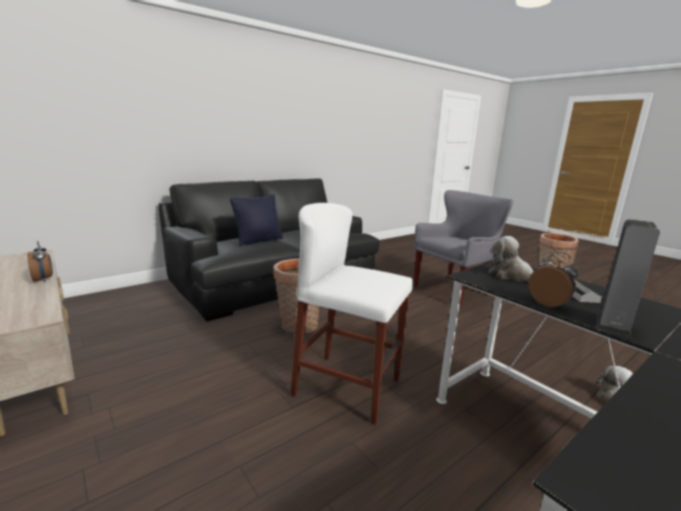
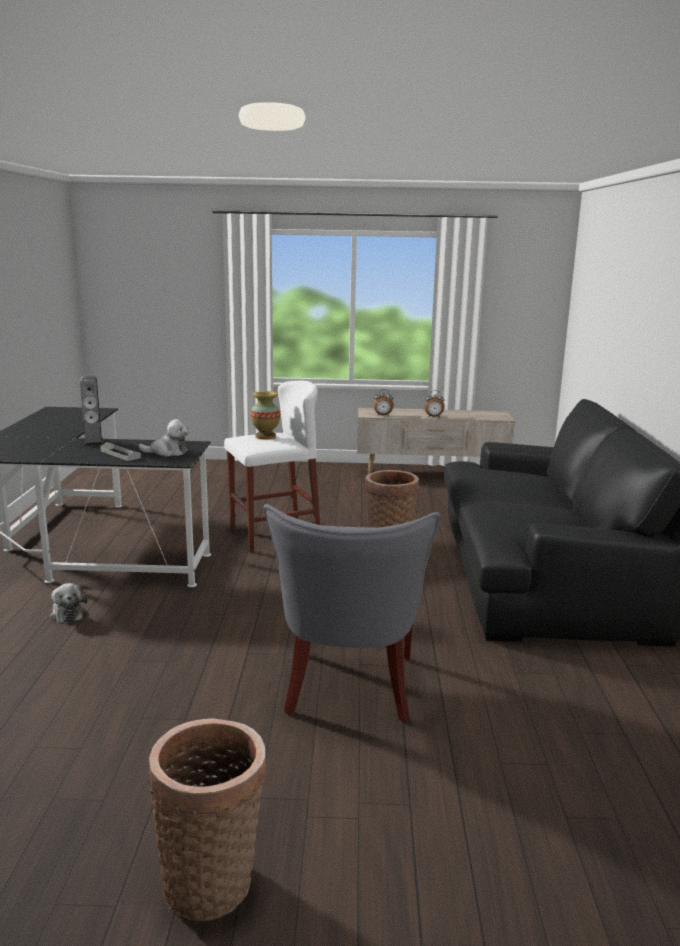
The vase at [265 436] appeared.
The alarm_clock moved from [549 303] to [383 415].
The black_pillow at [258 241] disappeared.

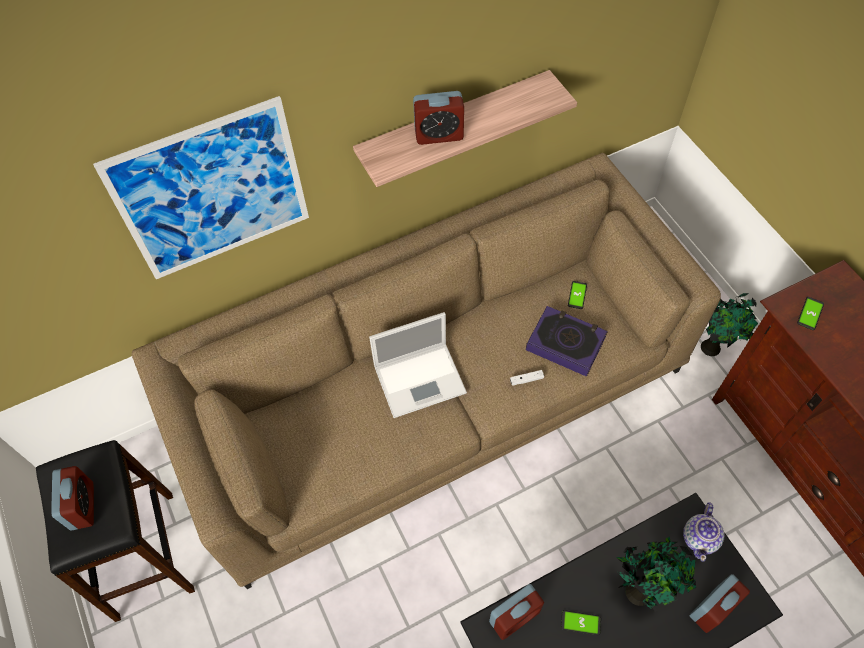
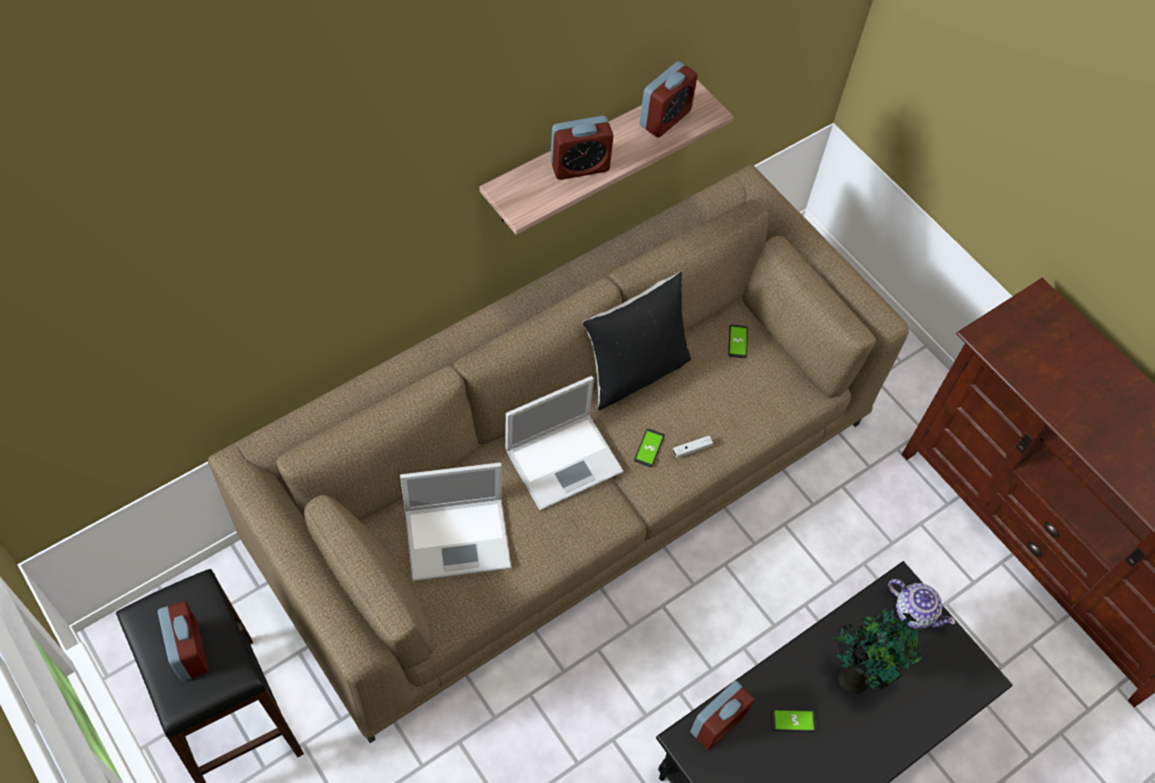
The laptop at [459 538] appeared.
The black_pillow at [634 371] appeared.
The phone moved from [810 313] to [649 448].
The alarm_clock moved from [712 609] to [665 118].
The teapot at [700 538] turned 60 degrees counterclockwise.
The picture at [212 192] disappeared.
The book at [565 343] disappeared.
The potted_plant at [712 347] disappeared.

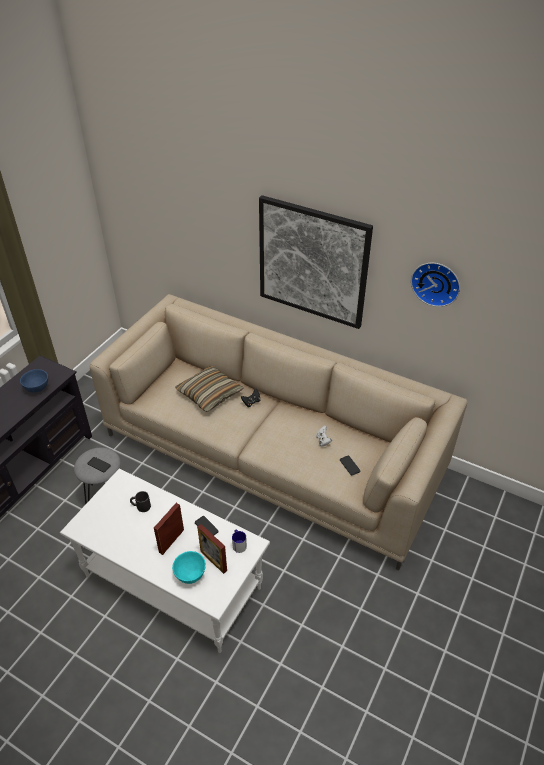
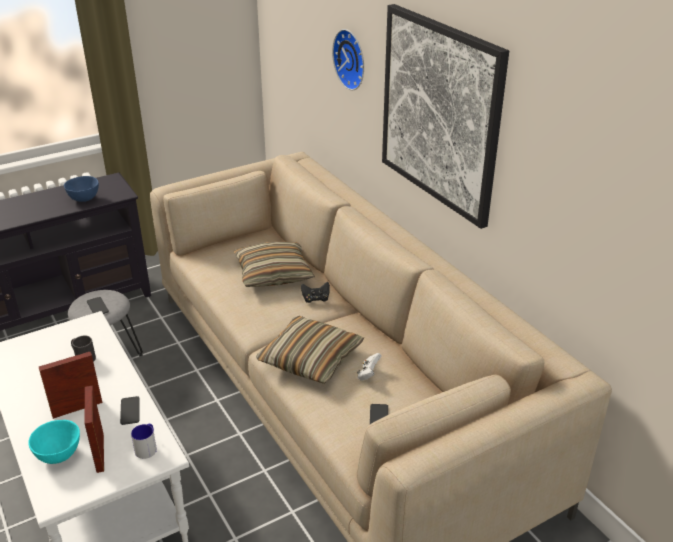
The pillow at [310 359] appeared.
The wall_clock moved from [436 282] to [352 59].

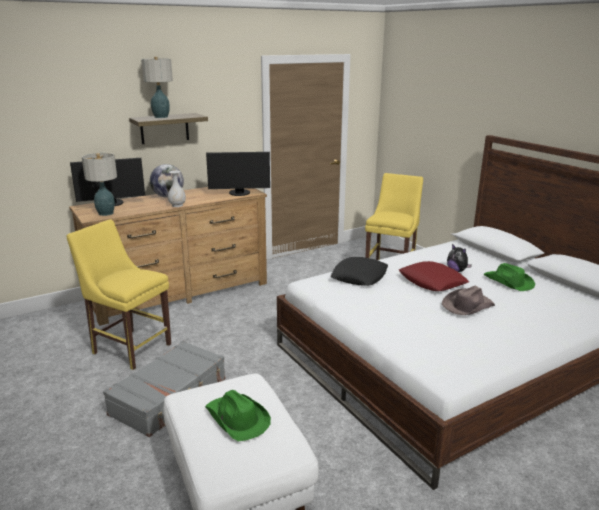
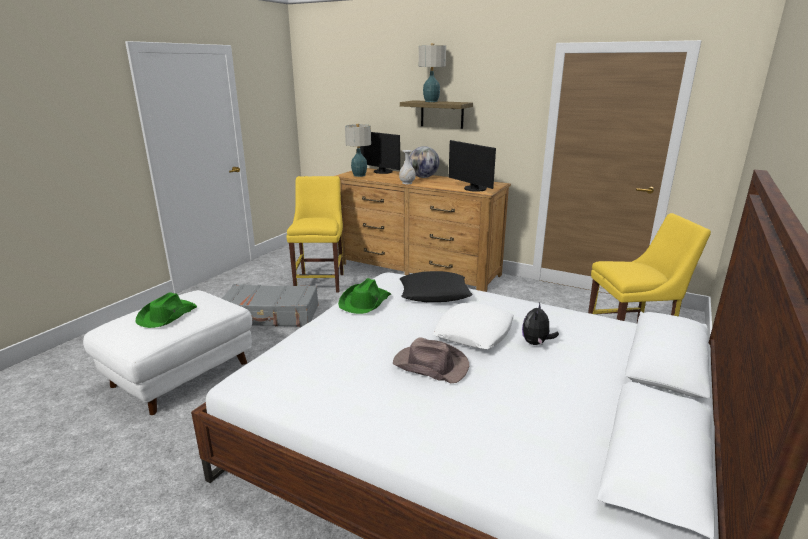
The green_hat moved from [508 282] to [365 302].
The red_pillow at [432 282] became the white_pillow at [474 332].

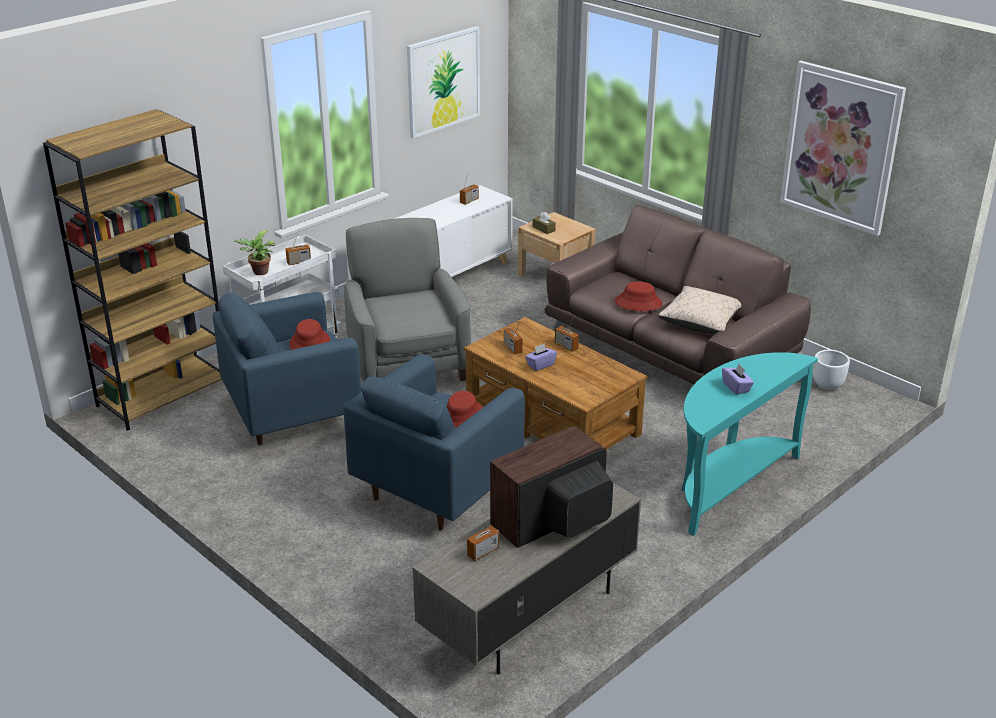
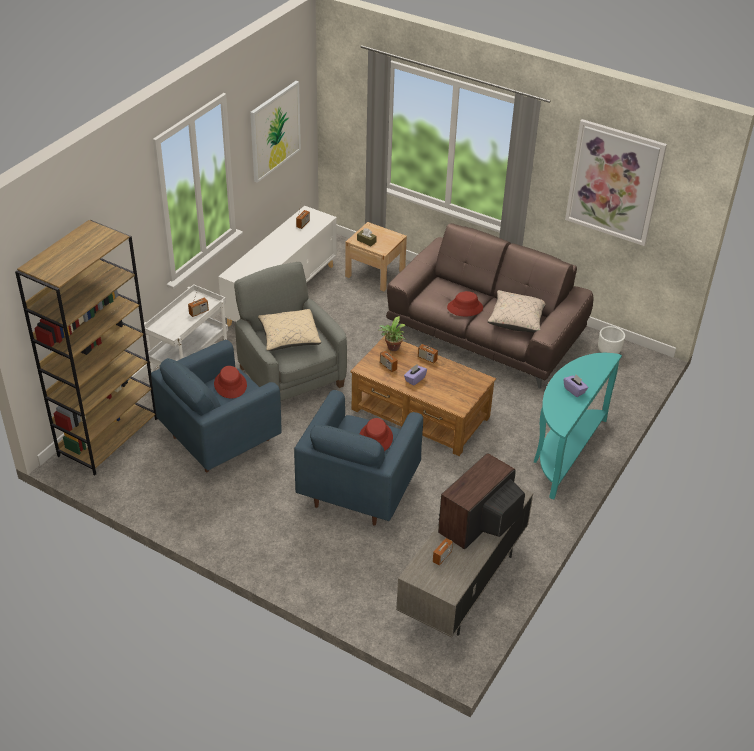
The beige_pillow at [289 338] appeared.
The potted_plant moved from [259 272] to [392 348].

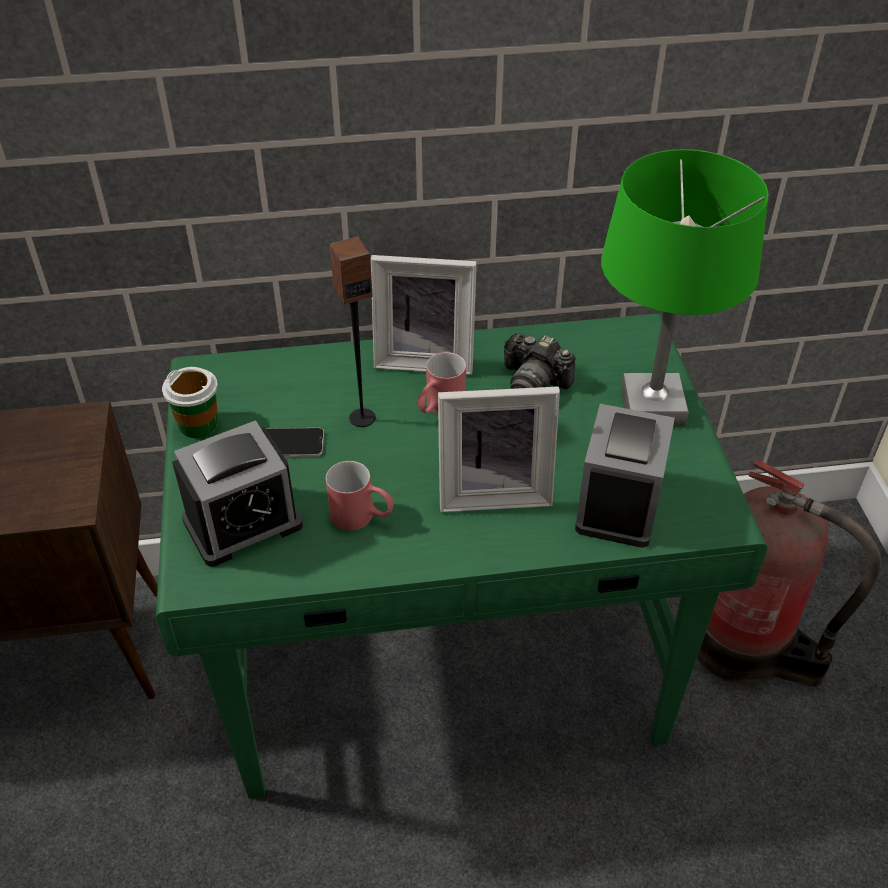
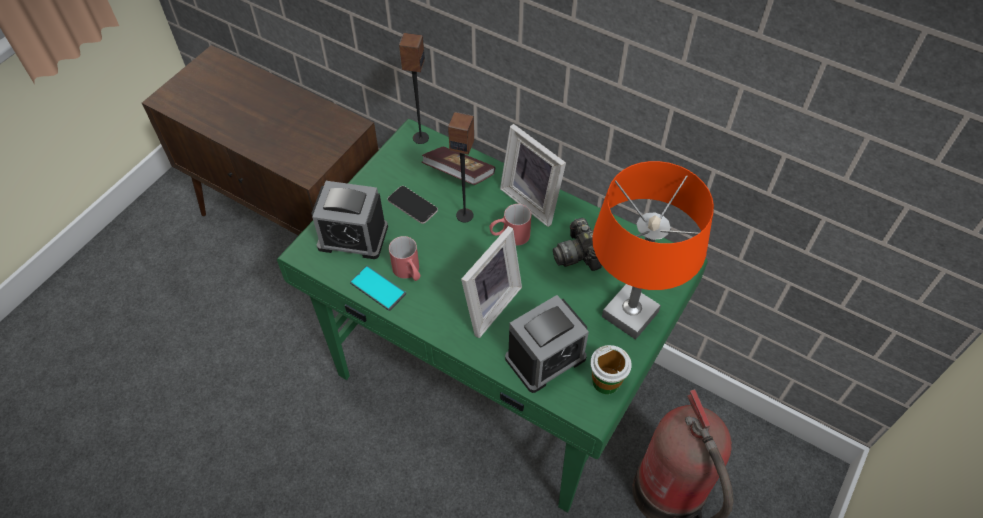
The phone at [378 288] appeared.
The speaker at [420 138] appeared.
The book at [459 174] appeared.
The picture_frame at [493 491] turned 90 degrees counterclockwise.
The cup moved from [198 425] to [606 381].
The green_table_lamp at [652 407] became the orange_table_lamp at [629 315].

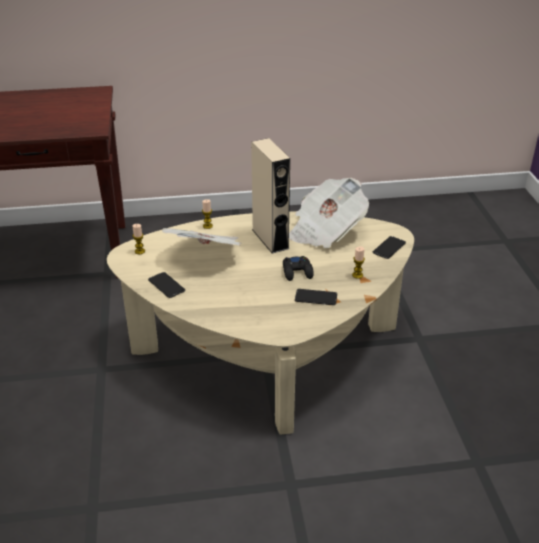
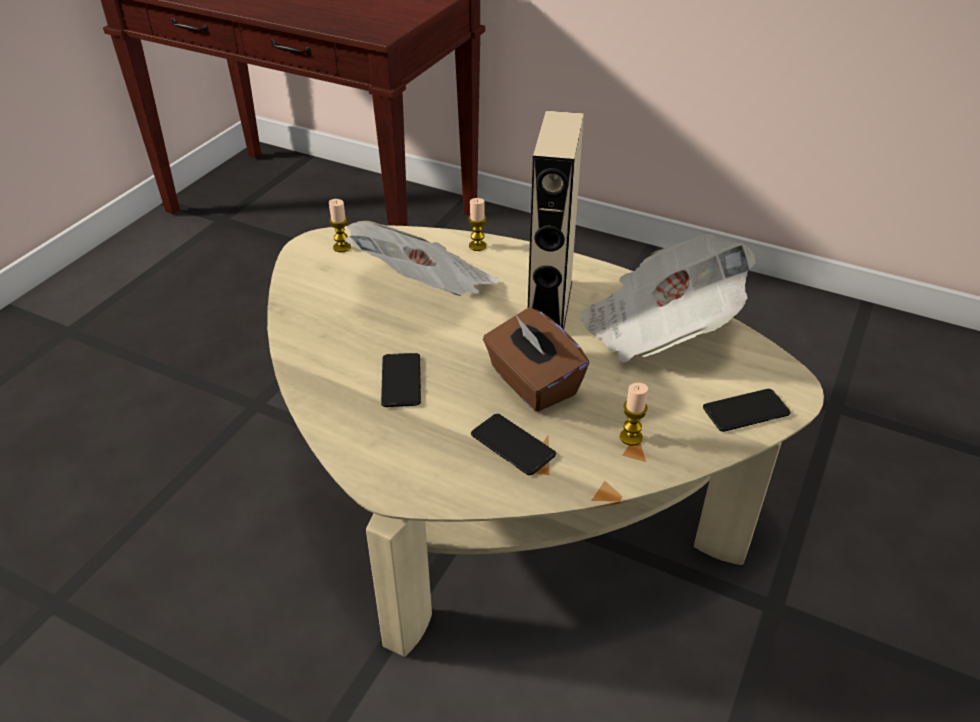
The phone moved from [166 285] to [401 381].
The black_game_controller at [297 272] was replaced by the brown_tissue_box at [532 383].

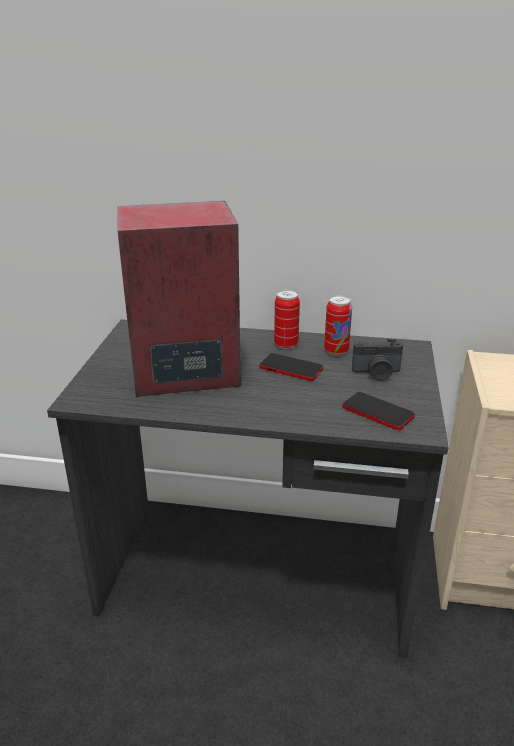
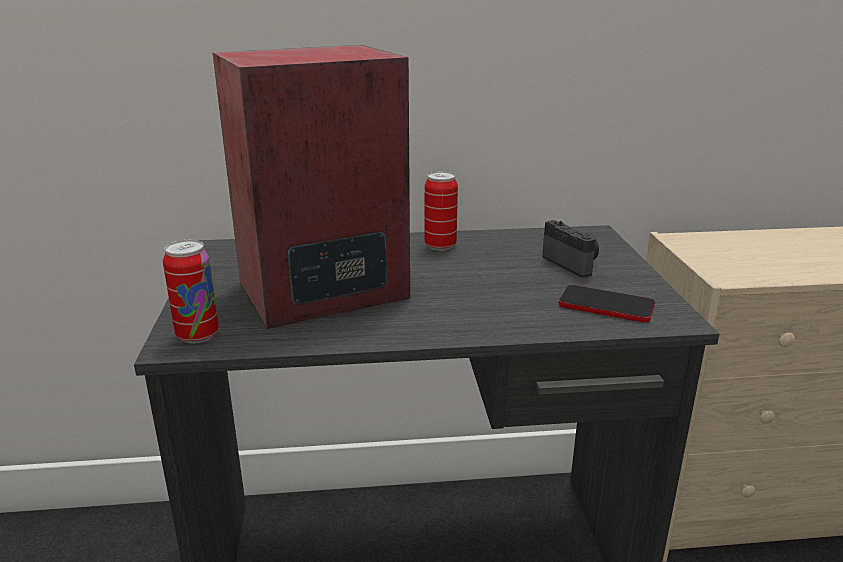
The can moved from [336 351] to [197 335].
The photo_camera at [377 373] turned 105 degrees counterclockwise.
The phone at [291 368] disappeared.

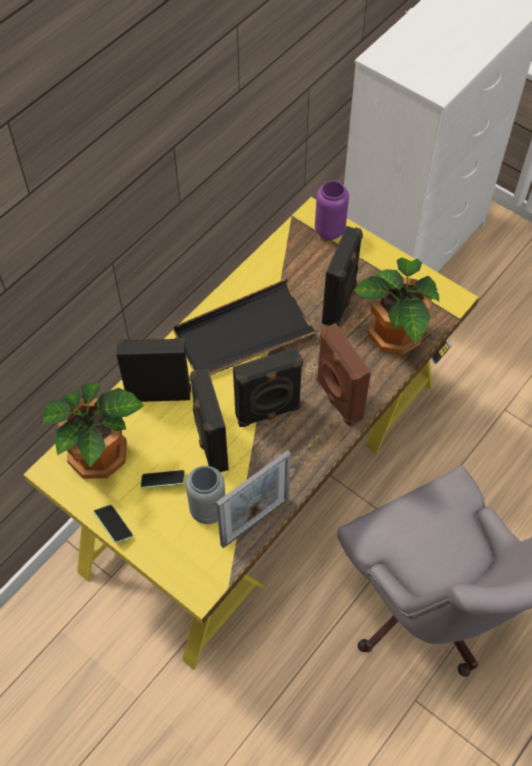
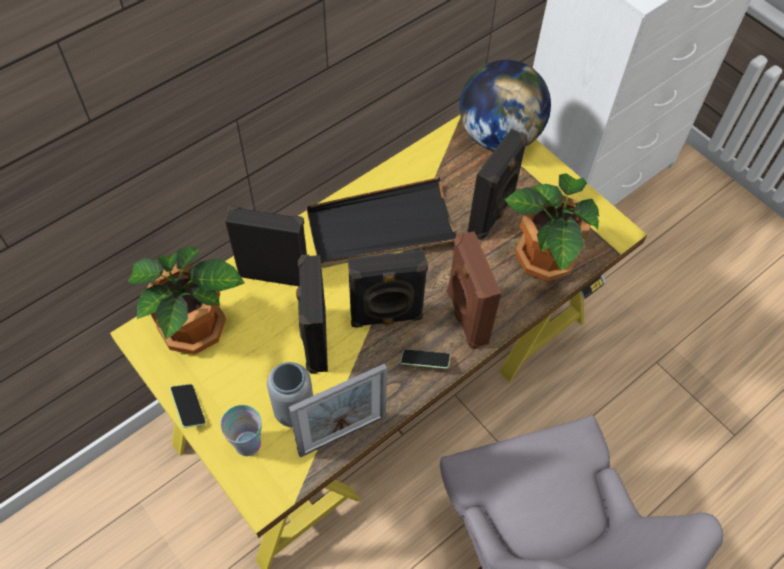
The cup at [247 443] appeared.
The phone moved from [163 482] to [425 362].
The purple_vase at [329 231] was replaced by the globe at [499 136].

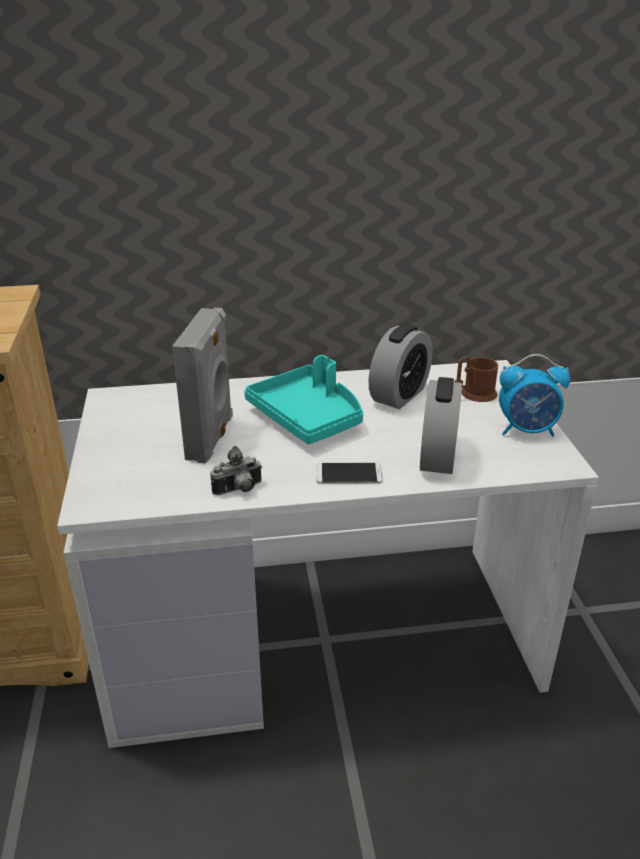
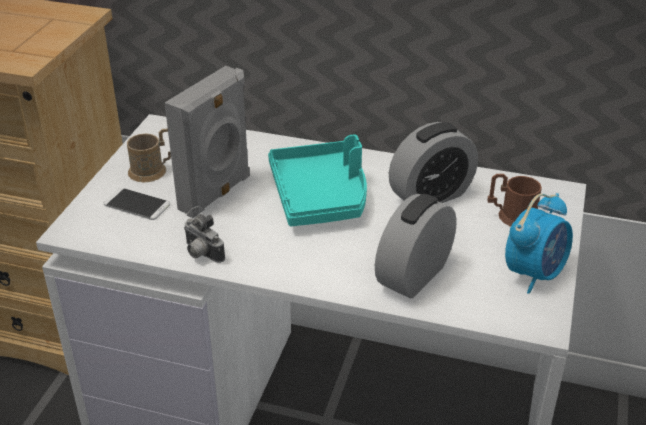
The phone moved from [349 474] to [137 205].
The brown_mug at [153 170] appeared.
The photo_camera at [239 490] turned 45 degrees clockwise.
The alarm_clock at [527 430] turned 75 degrees counterclockwise.

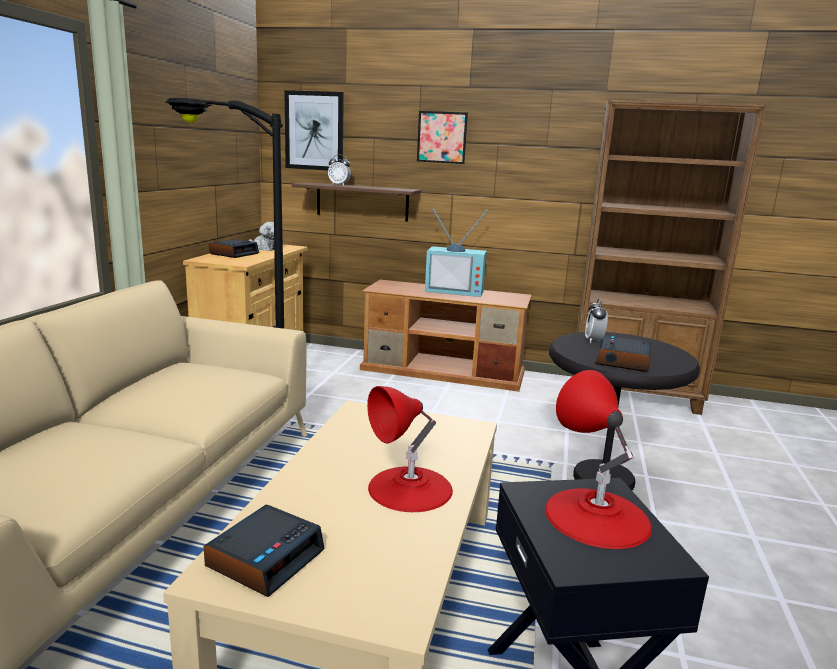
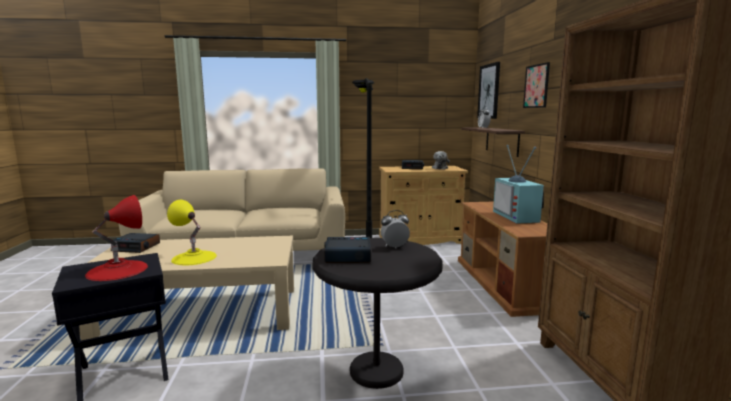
The red_table_lamp at [410 488] became the yellow_table_lamp at [194 257].

